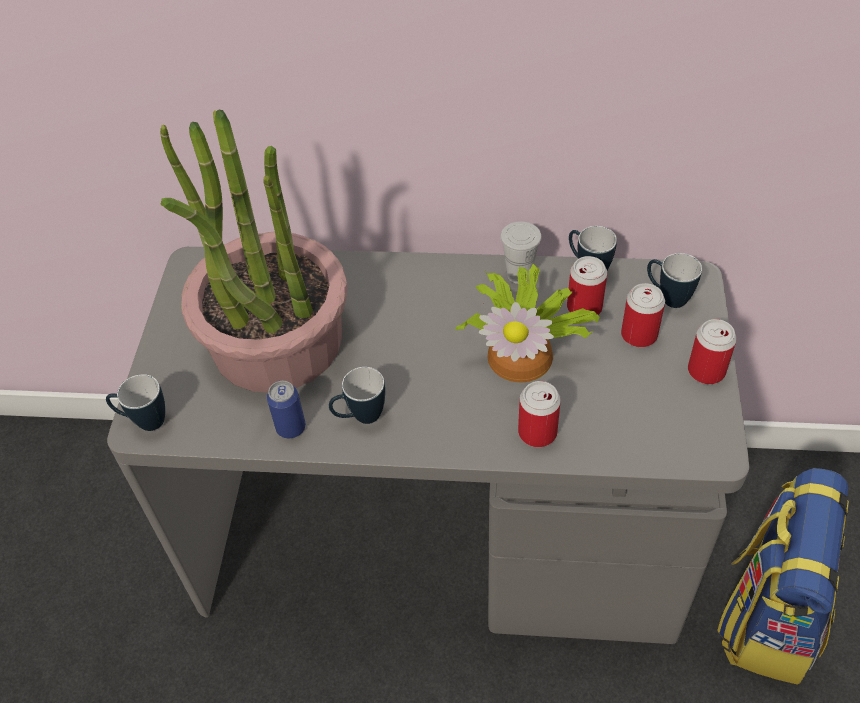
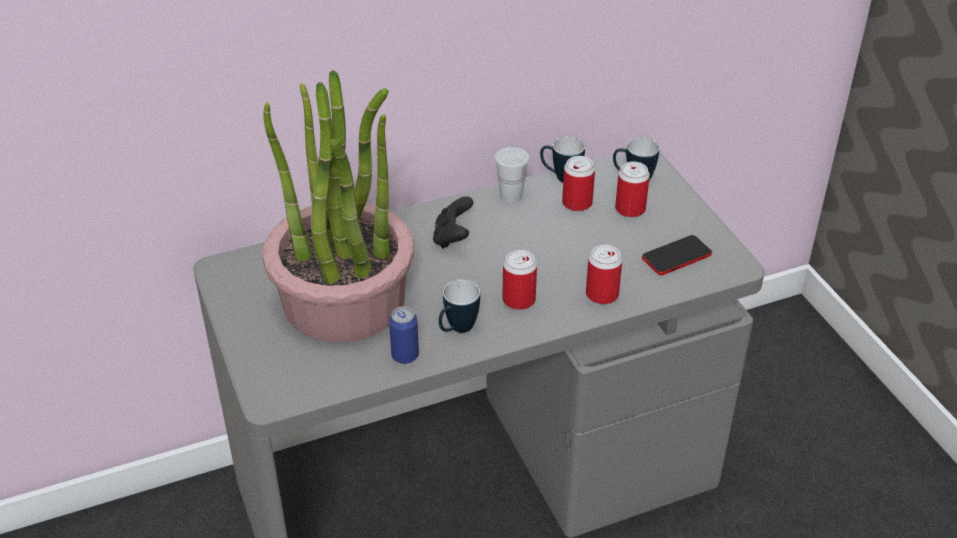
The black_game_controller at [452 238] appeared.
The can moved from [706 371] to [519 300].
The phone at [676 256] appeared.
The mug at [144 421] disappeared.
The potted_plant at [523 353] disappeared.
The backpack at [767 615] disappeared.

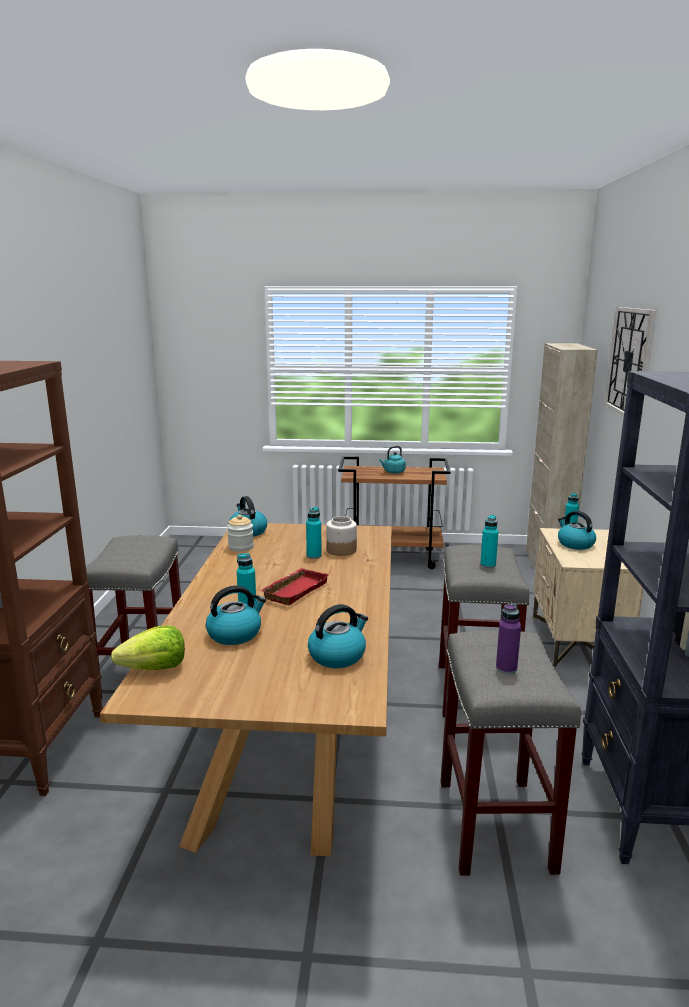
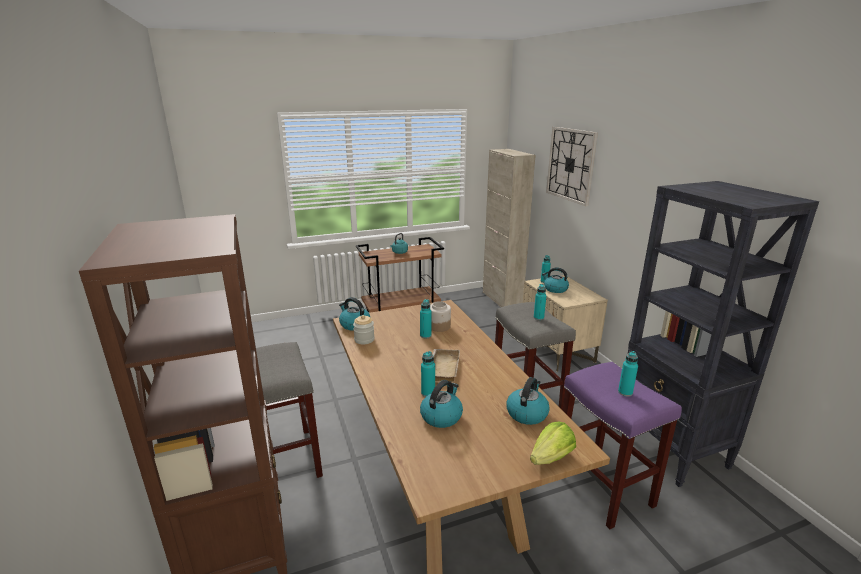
The red_tray at [294 590] became the beige_tray at [442 367].
The lettuce moved from [155 668] to [551 458].
The grey_stool at [496 826] became the purple_stool at [604 489].
The purple_bottle at [506 668] became the turquoise_bottle at [625 392].

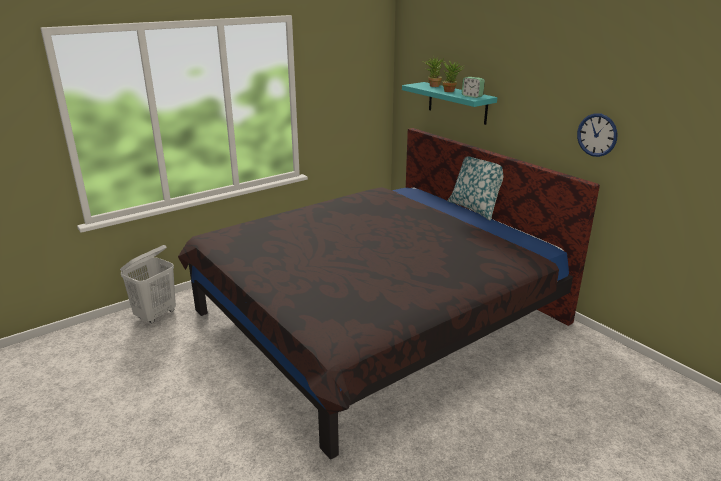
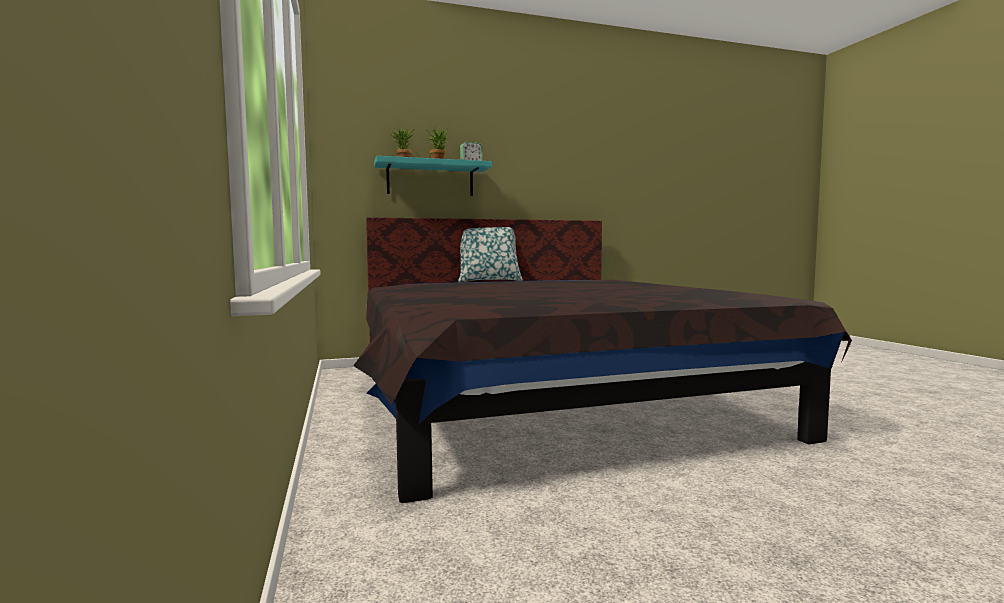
The white_laundry_basket at [156 315] disappeared.
The wall_clock at [597 135] disappeared.

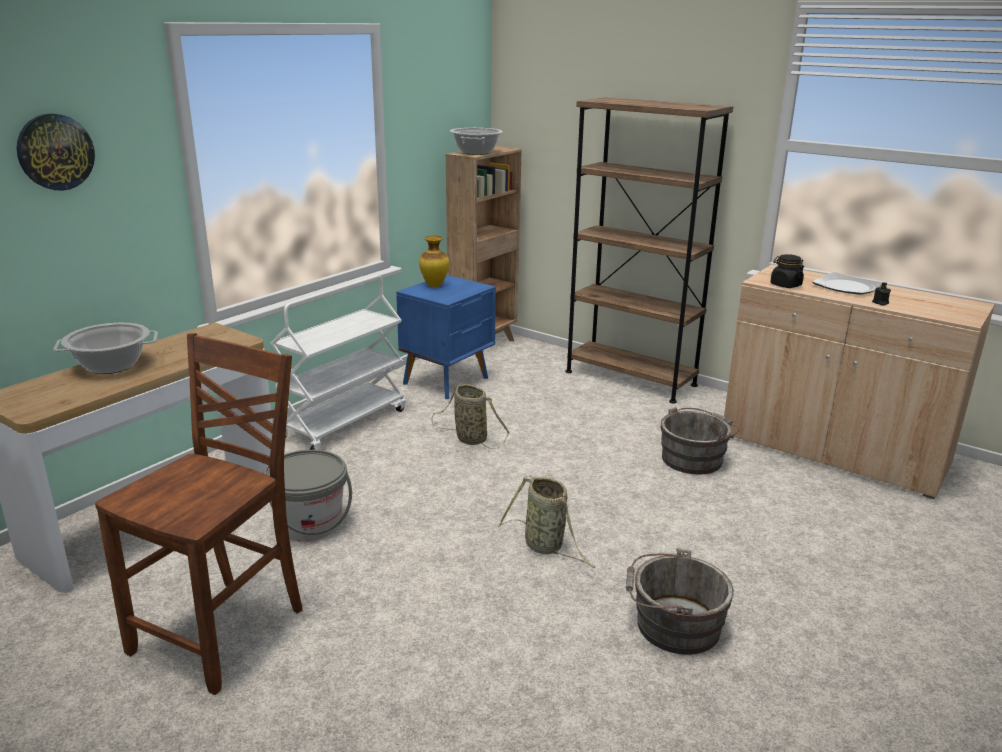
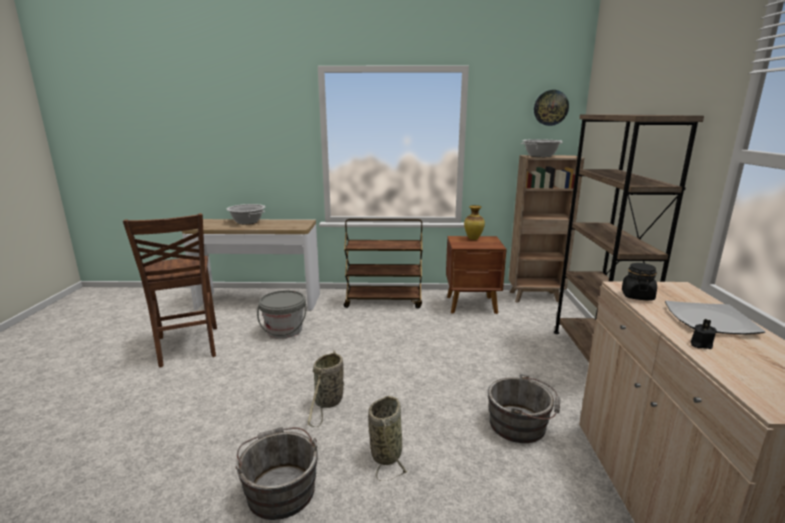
The brown_chair at [224 631] turned 75 degrees clockwise.
The white_cart at [344 423] became the brown_cart at [384 301].
The basket moved from [469 438] to [386 452].
The blue_nightstand at [447 381] became the brown_nightstand at [472 305].
The wall_clock moved from [55 152] to [550 108].

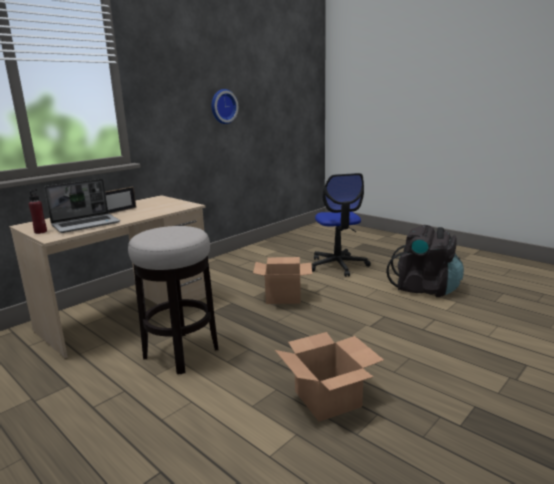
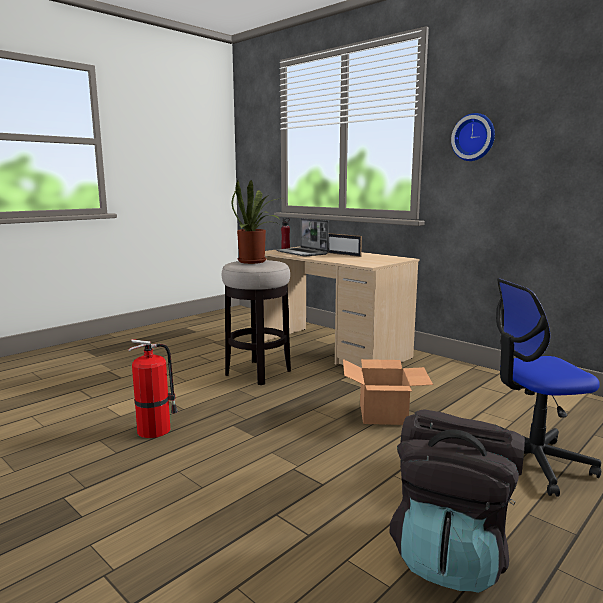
The cardboard_box at [326 398] was replaced by the fire_extinguisher at [156 430].
The potted_plant at [255 262] appeared.
The wall_clock moved from [222 106] to [474 137].

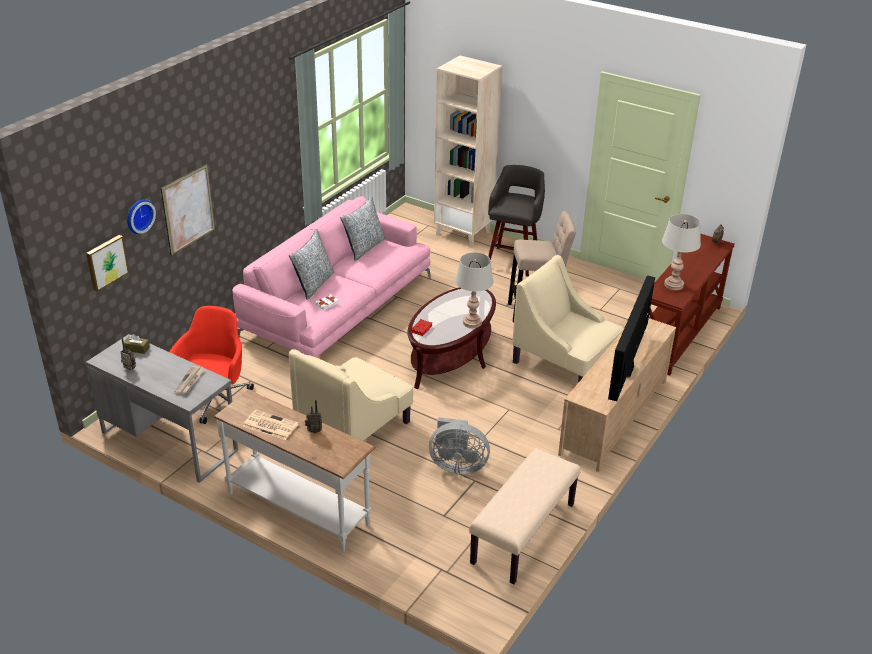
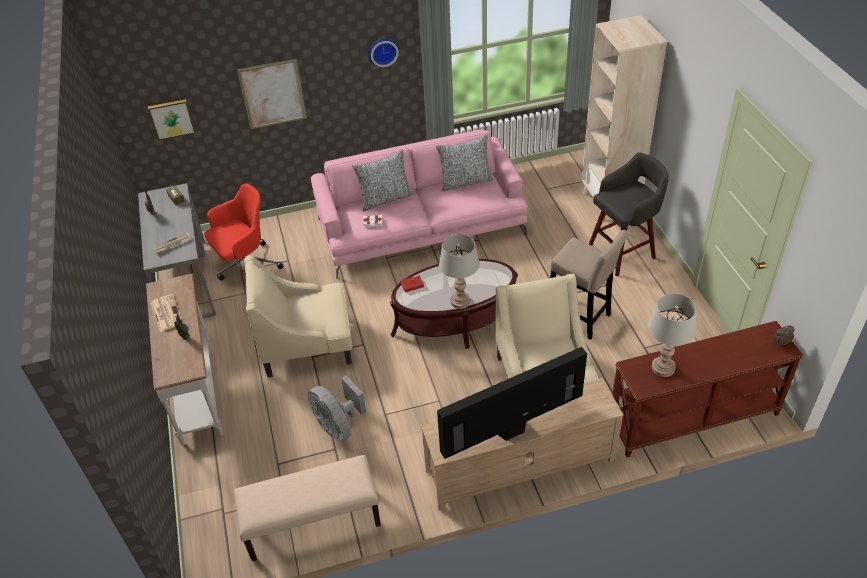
The wall_clock moved from [138 215] to [383 51].

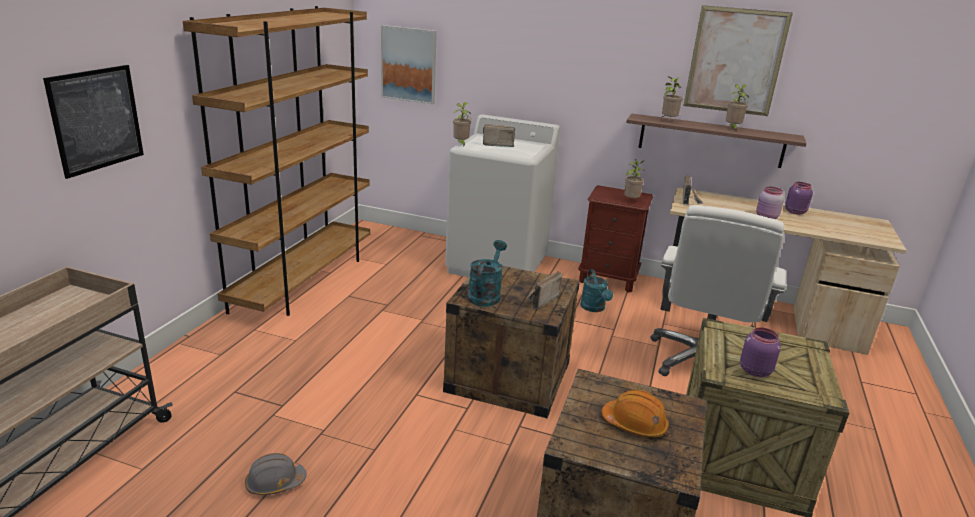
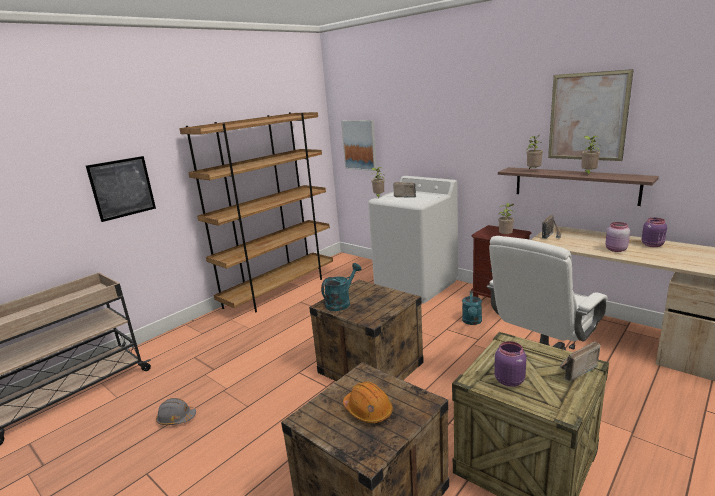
The radio moved from [539 300] to [574 370].

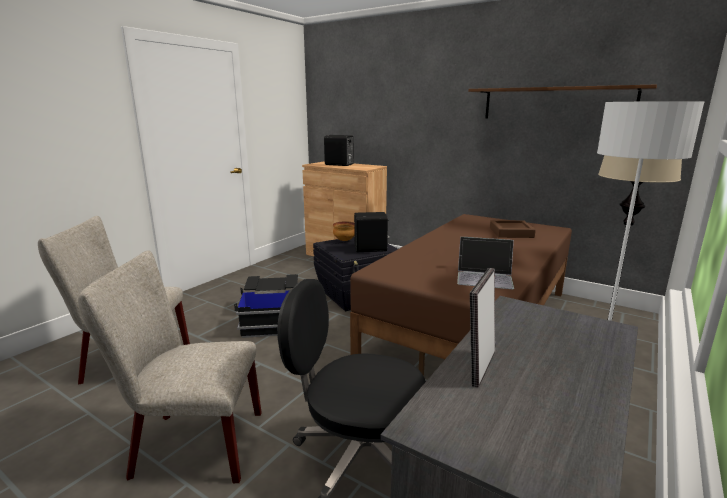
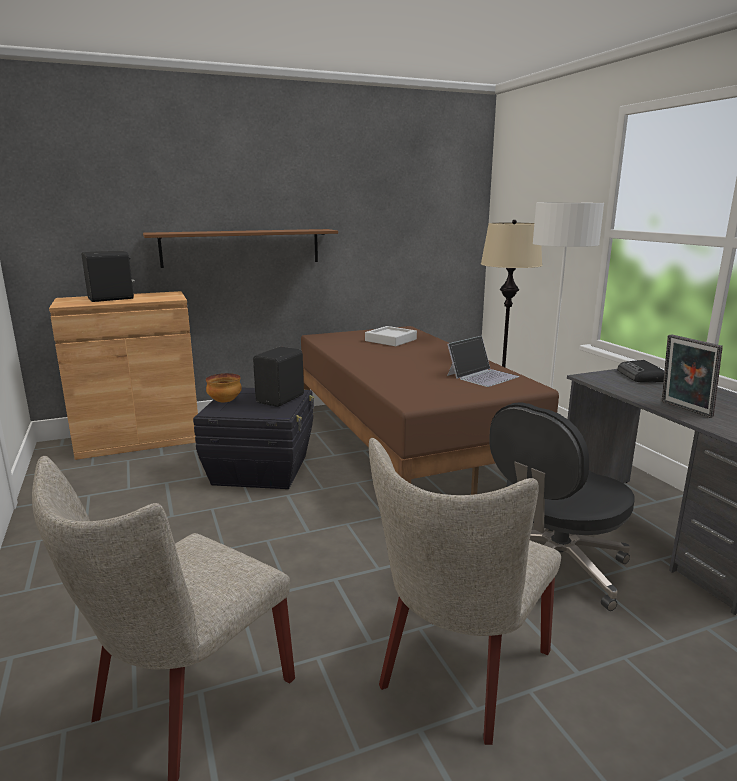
The brown_shelf moved from [556 103] to [241 247].
The brown_tray at [511 232] became the grey_tray at [391 340].
The radio at [640 376] appeared.
The black_storage_box at [272 318] disappeared.

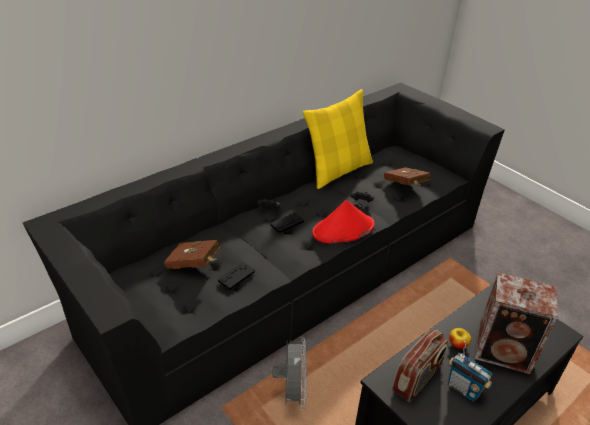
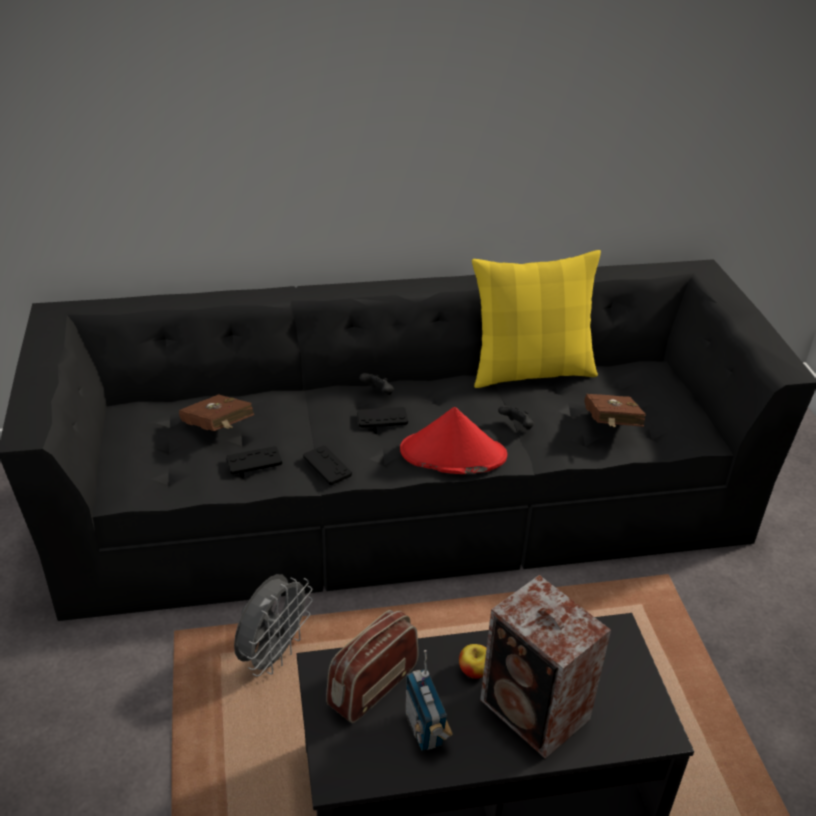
The black_game_controller at [327 466] appeared.
The radio at [417 378] turned 150 degrees clockwise.

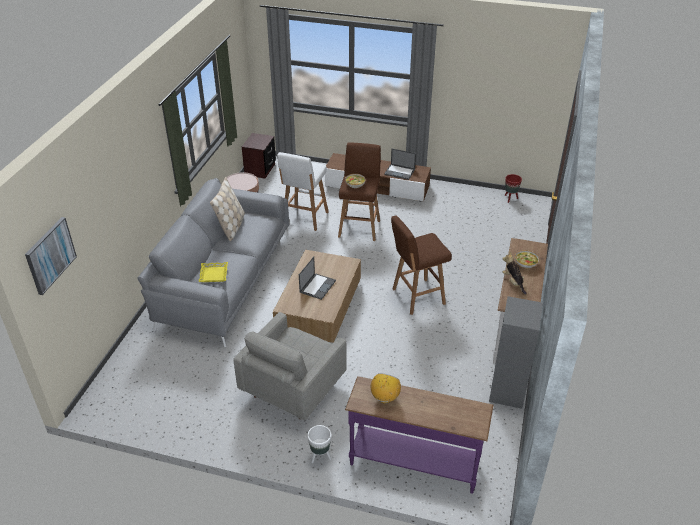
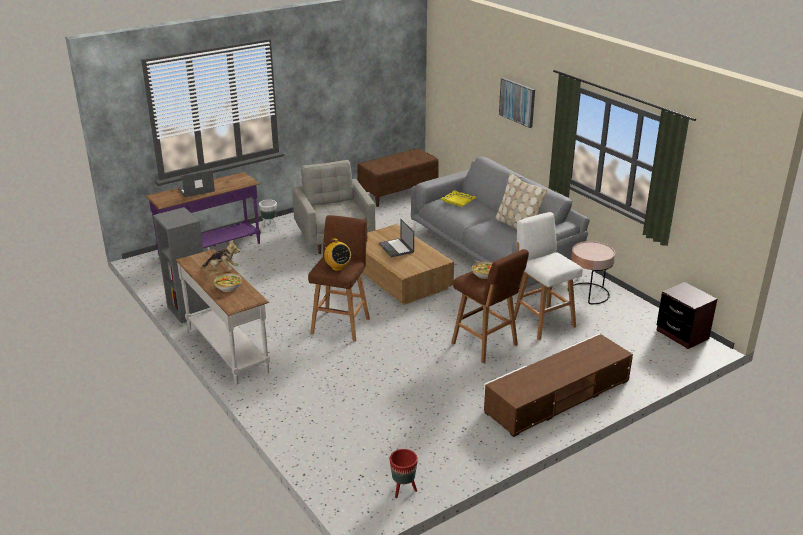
The laptop moved from [400 172] to [195 190].
The radio moved from [385 398] to [337 267].
The brown_bench at [398 192] appeared.
The picture moved from [50 255] to [517 102].

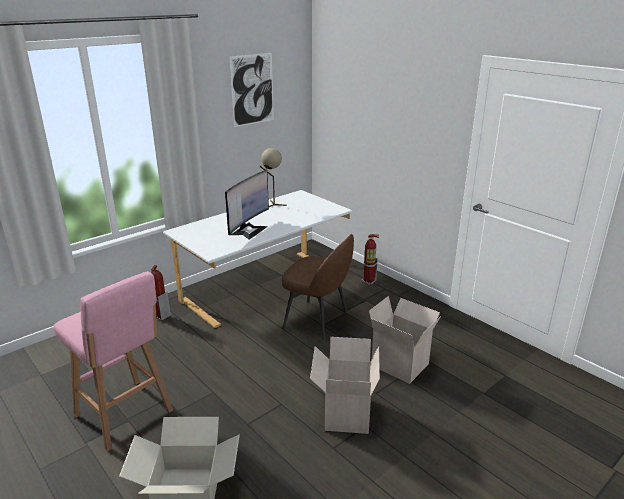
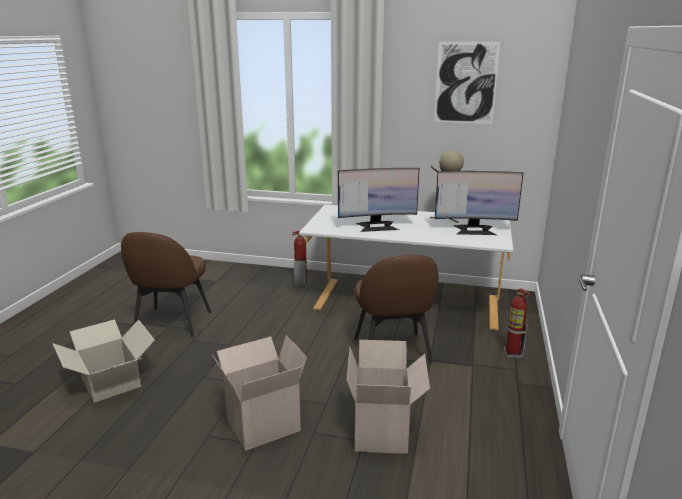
The pink_stool at [125 415] was replaced by the brown_chair at [172 323].
The monitor at [474 230] appeared.

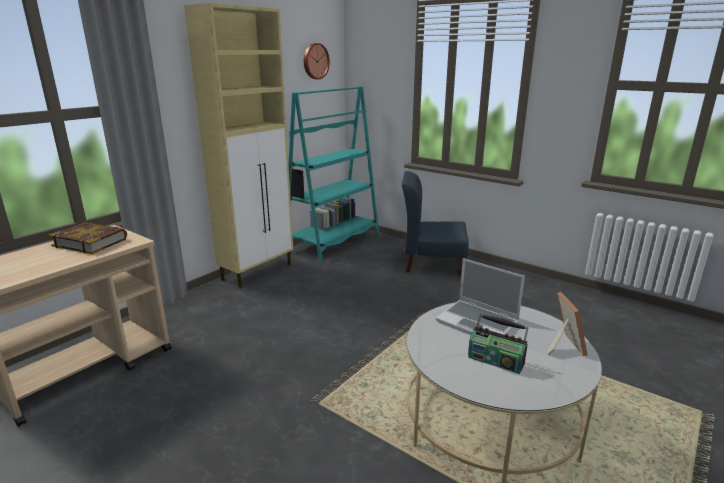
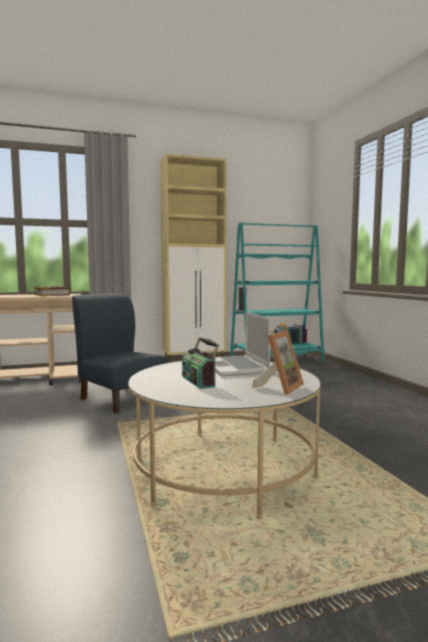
The blue_chair moved from [432 263] to [121 398].
The wall_clock at [315 61] disappeared.

